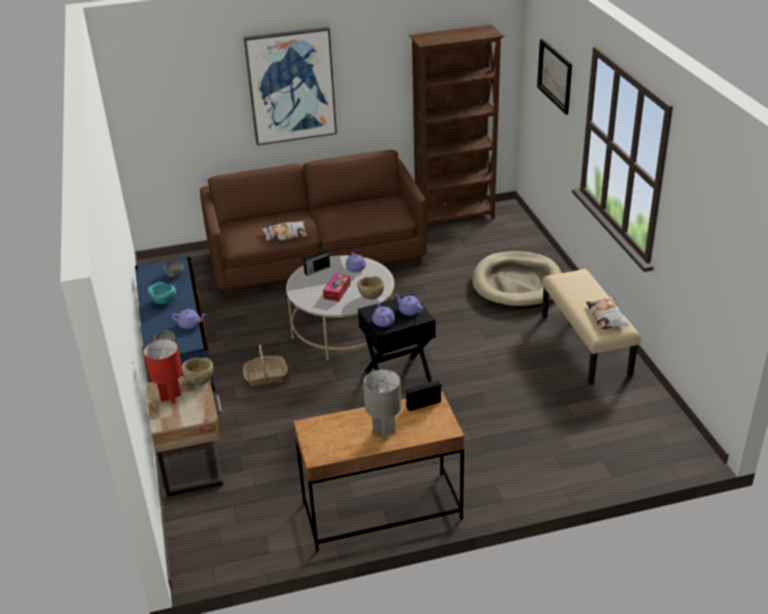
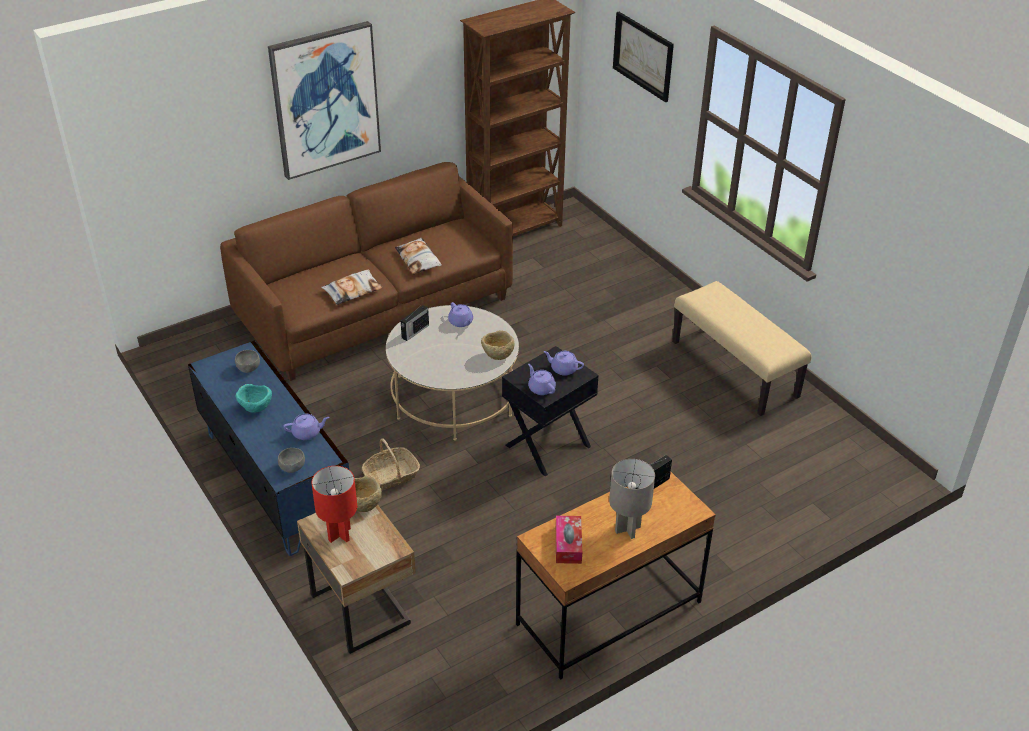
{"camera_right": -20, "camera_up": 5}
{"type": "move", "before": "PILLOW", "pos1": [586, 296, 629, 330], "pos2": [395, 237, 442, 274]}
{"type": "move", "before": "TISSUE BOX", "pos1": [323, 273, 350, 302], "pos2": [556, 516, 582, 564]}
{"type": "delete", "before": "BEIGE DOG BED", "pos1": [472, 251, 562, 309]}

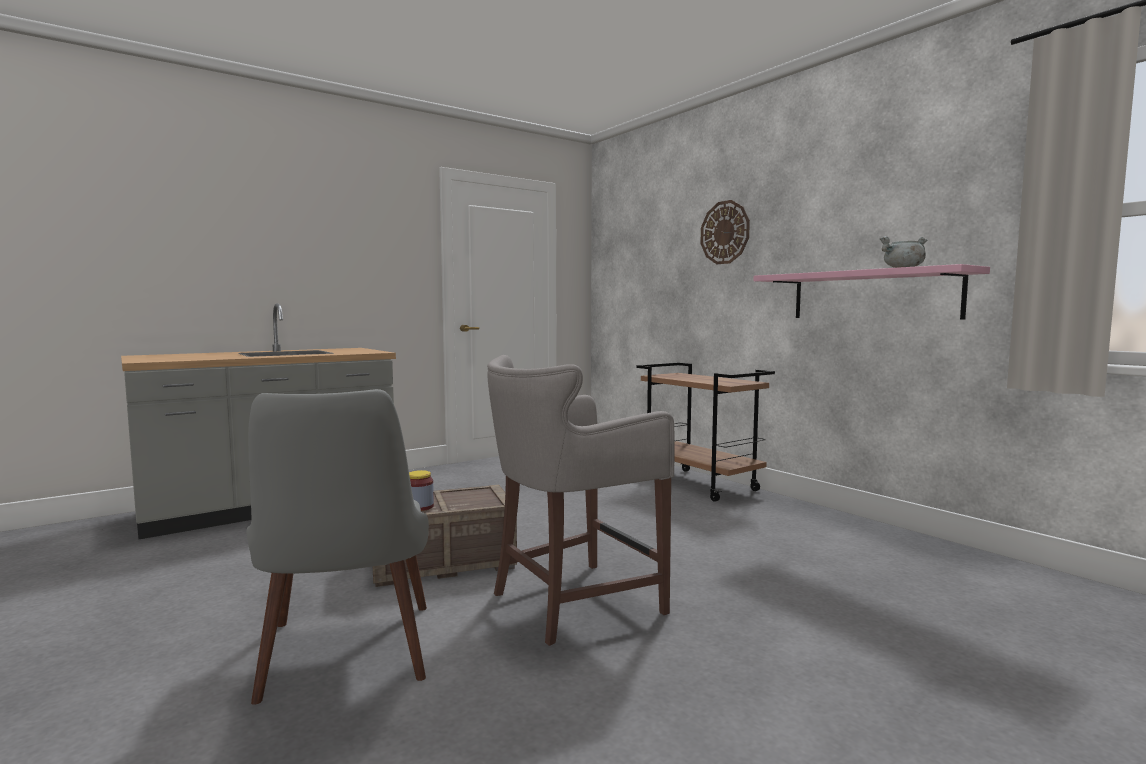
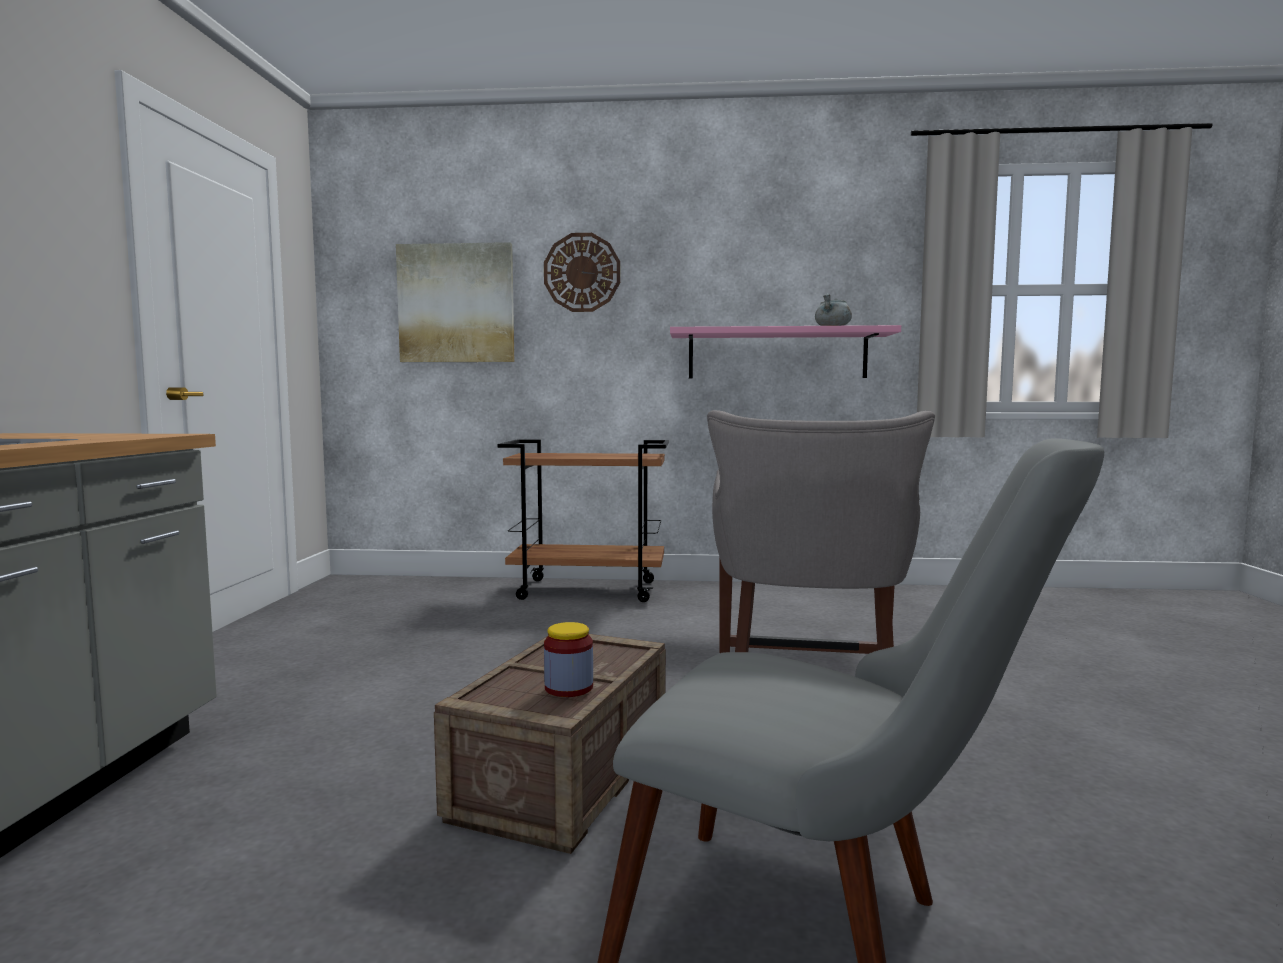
{"camera_right": -50, "camera_up": 0}
{"type": "insert", "after": "PICTURE", "pos2": [396, 242, 514, 362]}

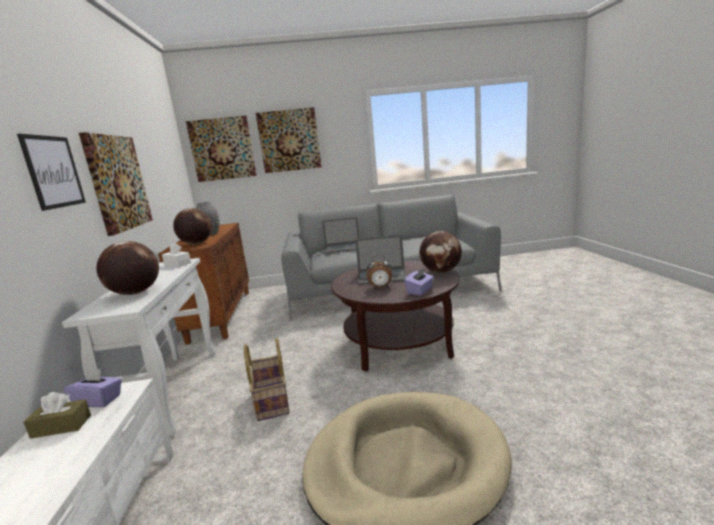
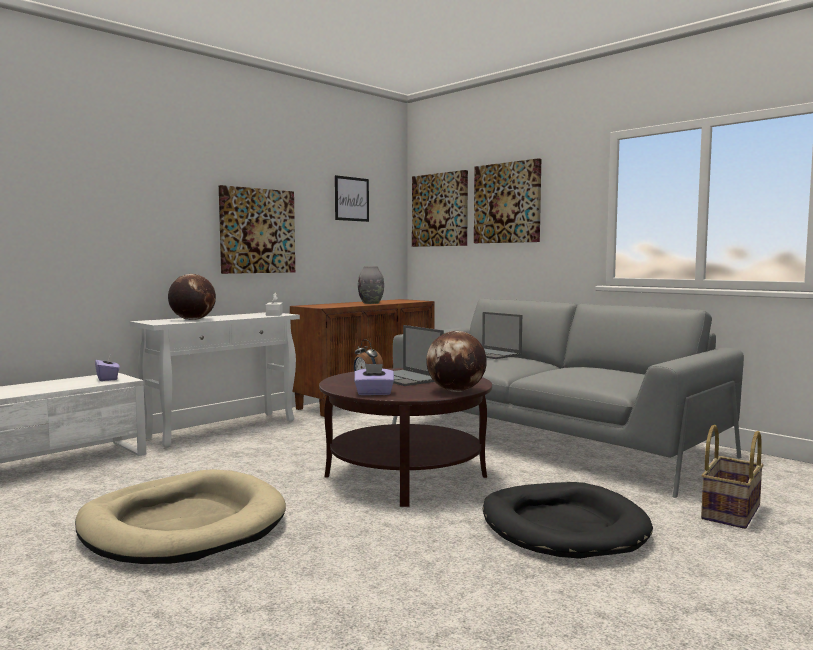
{"camera_right": 50, "camera_up": -10}
{"type": "move", "before": "PICTURE", "pos1": [17, 134, 86, 211], "pos2": [335, 175, 369, 222]}
{"type": "insert", "after": "BLACK DOG BED", "pos2": [483, 482, 653, 559]}
{"type": "move", "before": "BASKET", "pos1": [244, 338, 289, 421], "pos2": [701, 425, 764, 529]}
{"type": "delete", "before": "BROWN TISSUE BOX", "pos1": [24, 392, 91, 439]}
{"type": "delete", "before": "GLOBE", "pos1": [173, 208, 212, 244]}

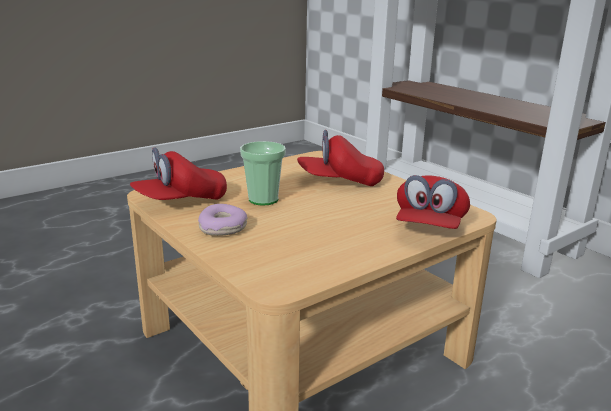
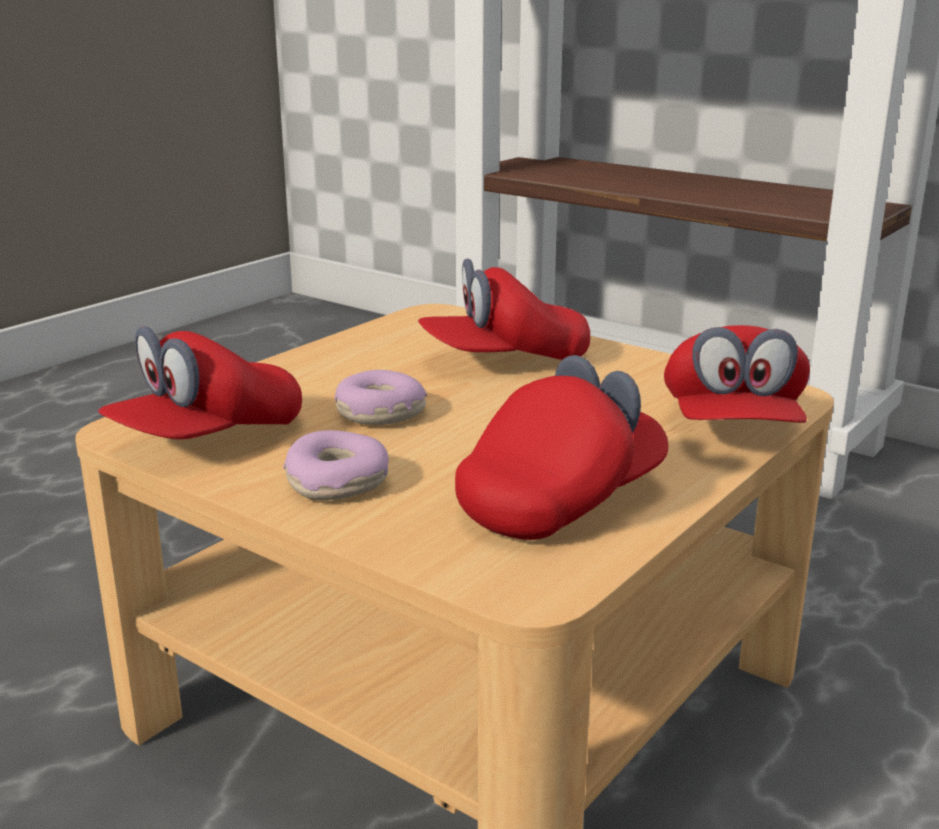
{"camera_right": -15, "camera_up": 0}
{"type": "replace", "before": "CUP", "after": "DONUT", "pos1": [240, 141, 286, 205], "pos2": [335, 370, 427, 425]}
{"type": "insert", "after": "RED CAP", "pos2": [455, 355, 668, 540]}

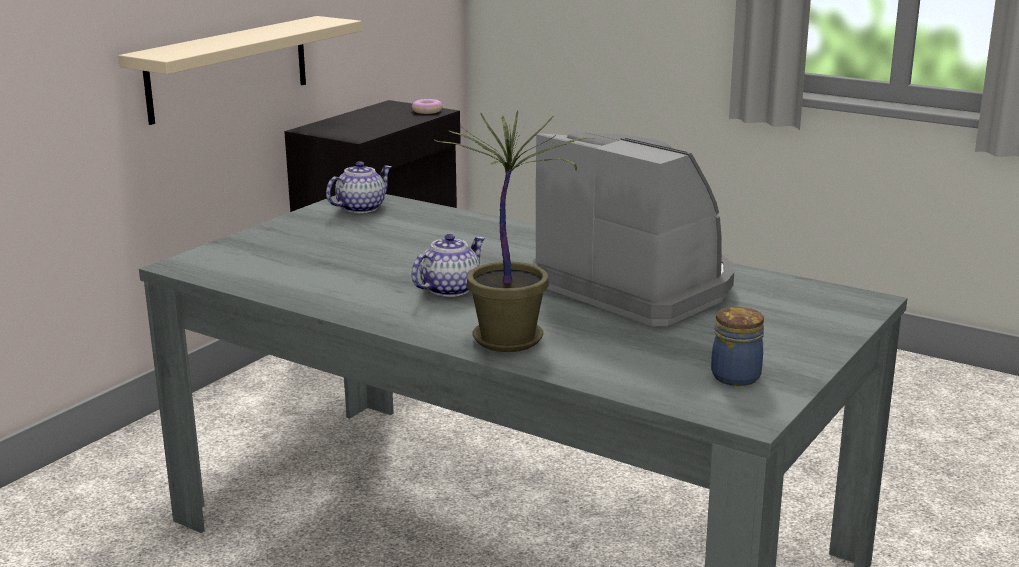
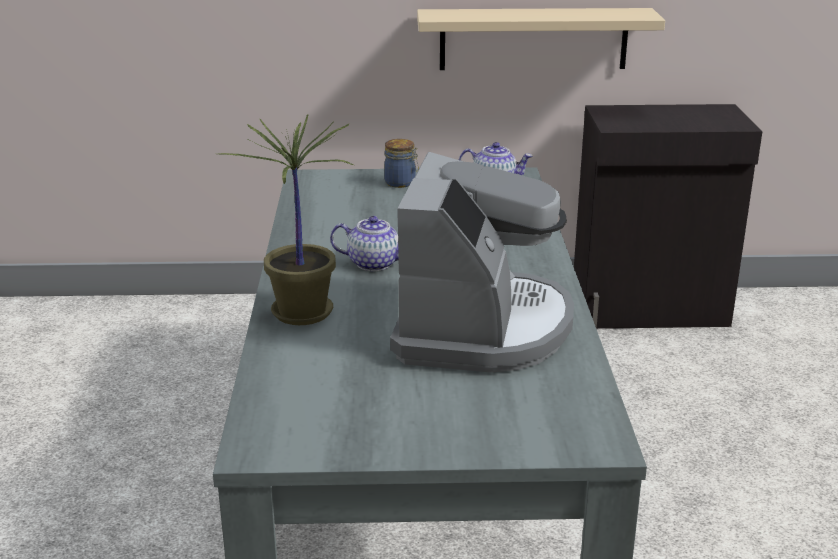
{"camera_right": 55, "camera_up": 5}
{"type": "move", "before": "JAR", "pos1": [711, 307, 764, 386], "pos2": [384, 139, 419, 188]}
{"type": "delete", "before": "DONUT", "pos1": [412, 99, 442, 114]}

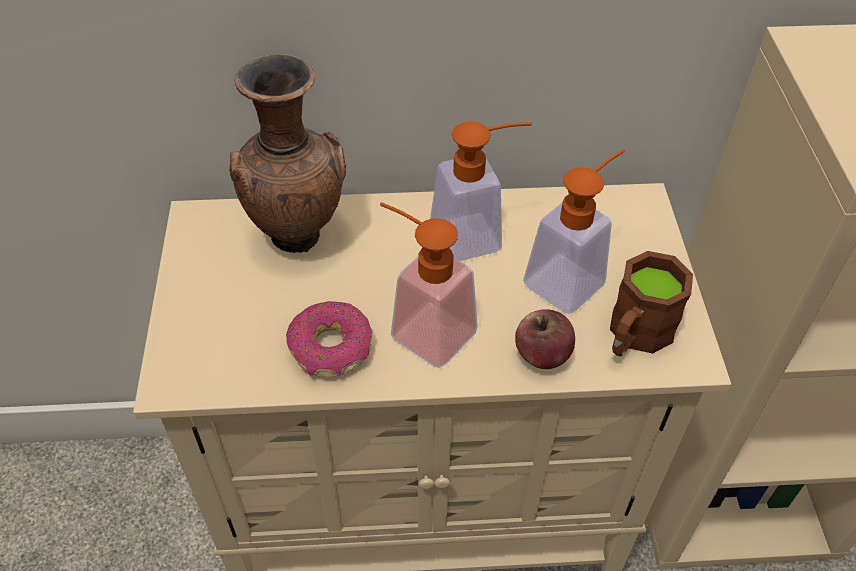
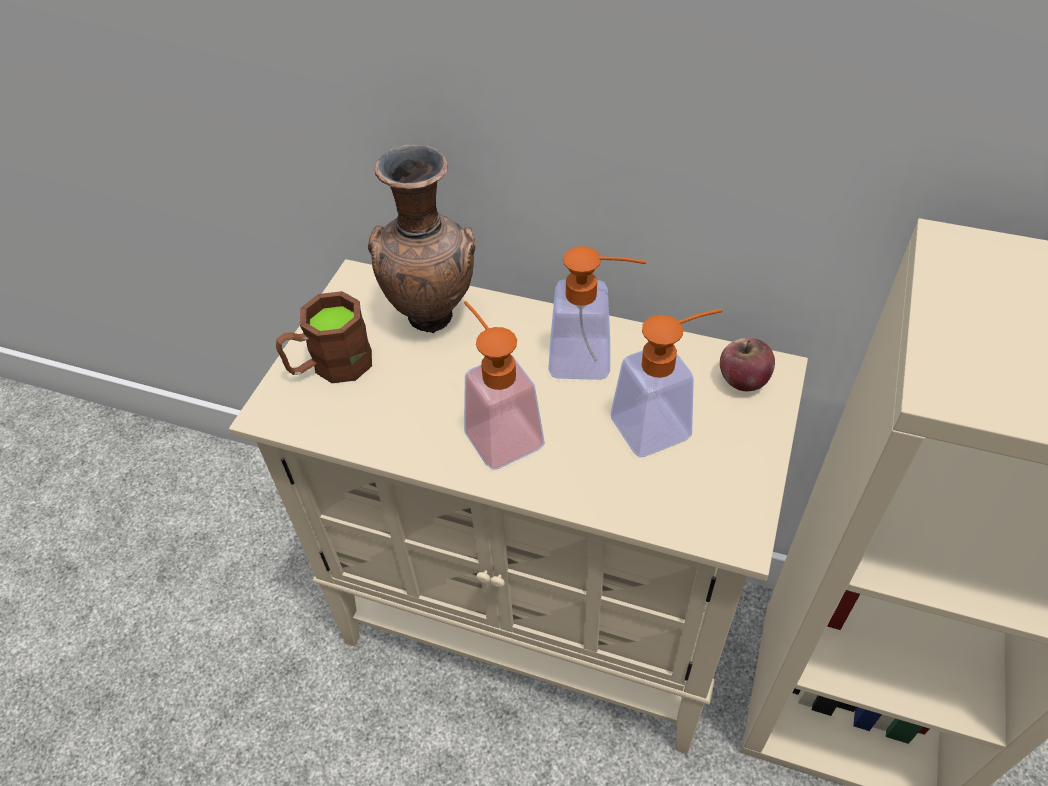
{"camera_right": 25, "camera_up": 0}
{"type": "move", "before": "BROWN MUG", "pos1": [610, 251, 693, 356], "pos2": [276, 291, 372, 383]}
{"type": "move", "before": "APPLE", "pos1": [515, 309, 575, 369], "pos2": [720, 338, 775, 391]}
{"type": "delete", "before": "DONUT", "pos1": [286, 301, 372, 377]}

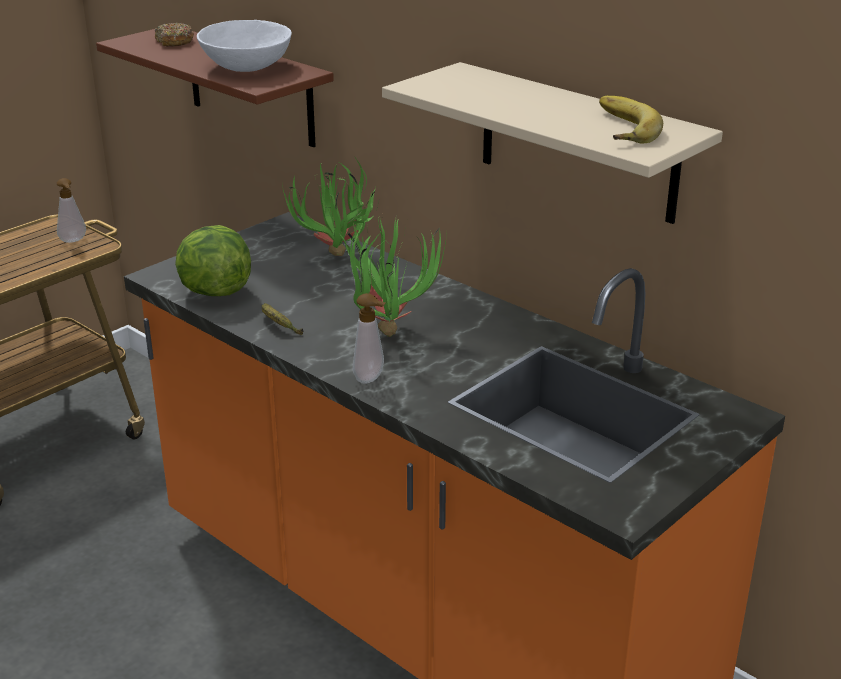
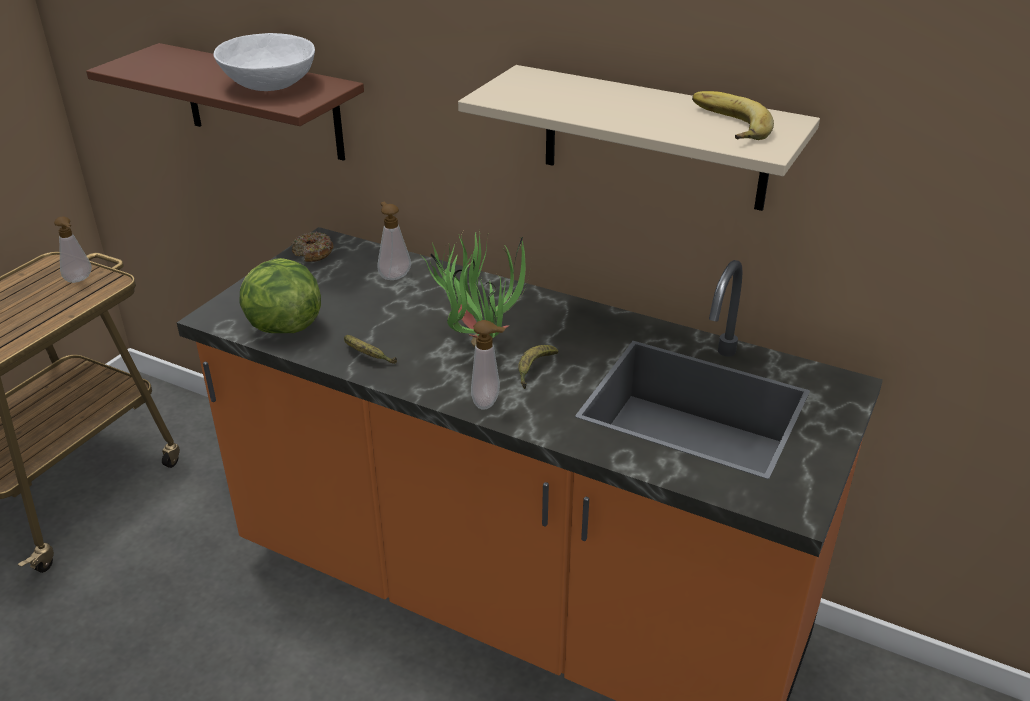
{"camera_right": -15, "camera_up": 5}
{"type": "move", "before": "DONUT", "pos1": [155, 23, 194, 47], "pos2": [292, 232, 333, 262]}
{"type": "replace", "before": "POTTED PLANT", "after": "SOAP DISPENSER", "pos1": [282, 156, 378, 256], "pos2": [377, 202, 411, 280]}
{"type": "insert", "after": "BANANA", "pos2": [518, 345, 559, 389]}

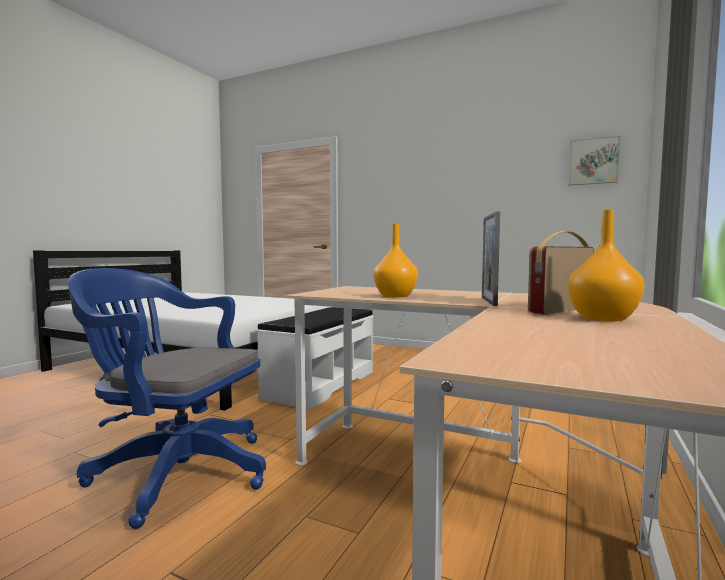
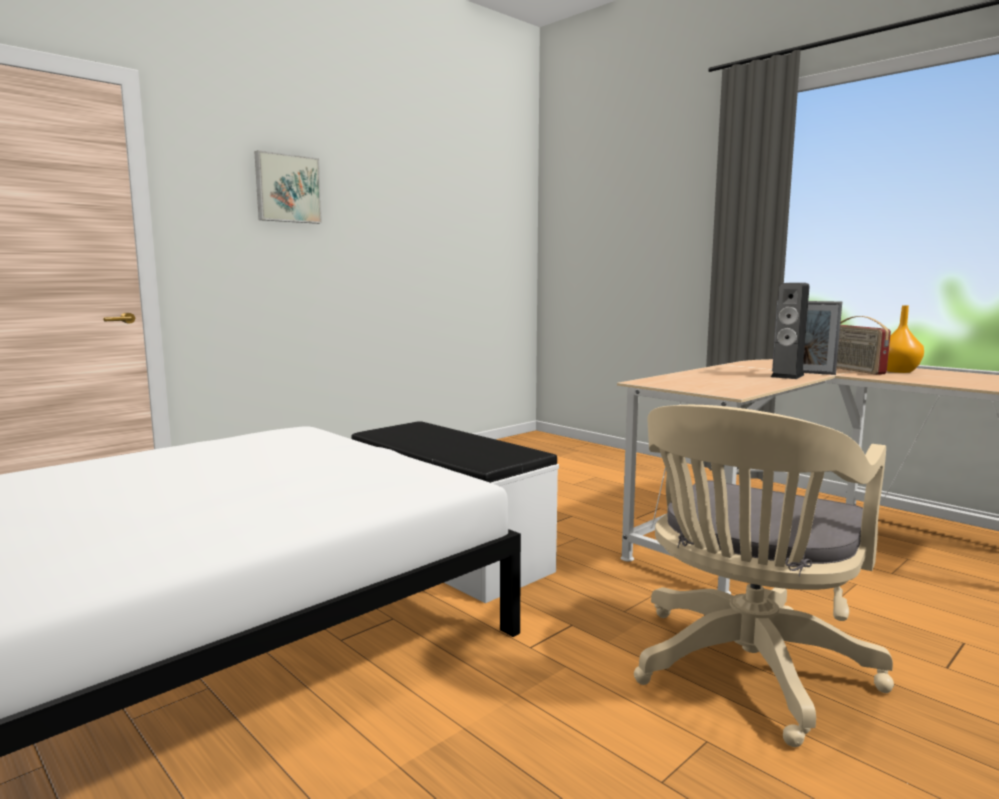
{"camera_right": -70, "camera_up": 5}
{"type": "move", "before": "PICTURE", "pos1": [568, 136, 620, 185], "pos2": [254, 150, 322, 224]}
{"type": "recolor", "before": "BLUE OFFICE CHAIR", "after": "BEIGE OFFICE CHAIR", "pos1": [68, 268, 266, 529], "pos2": [634, 405, 894, 747]}
{"type": "insert", "after": "SPEAKER", "pos2": [771, 283, 810, 379]}
{"type": "delete", "before": "ORANGE VASE", "pos1": [374, 224, 418, 298]}

